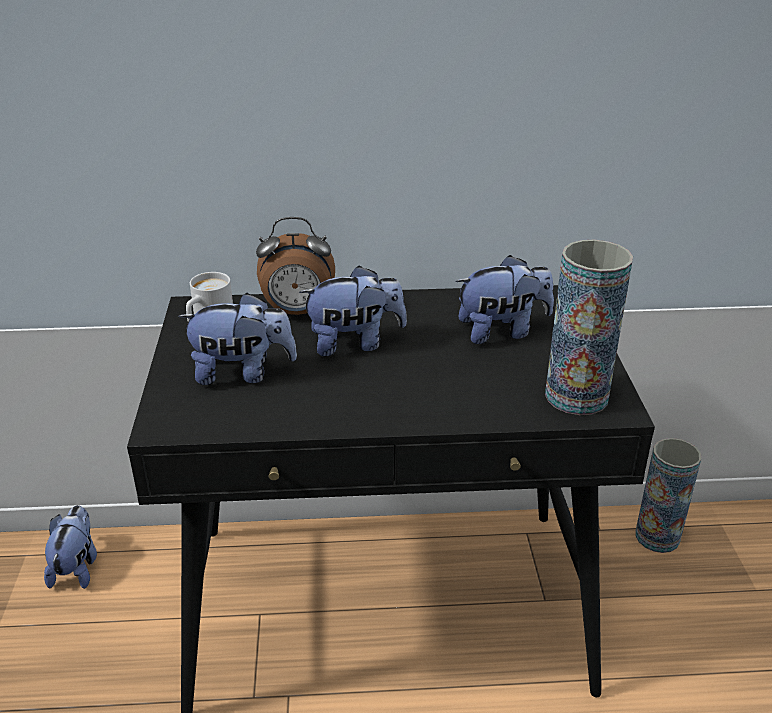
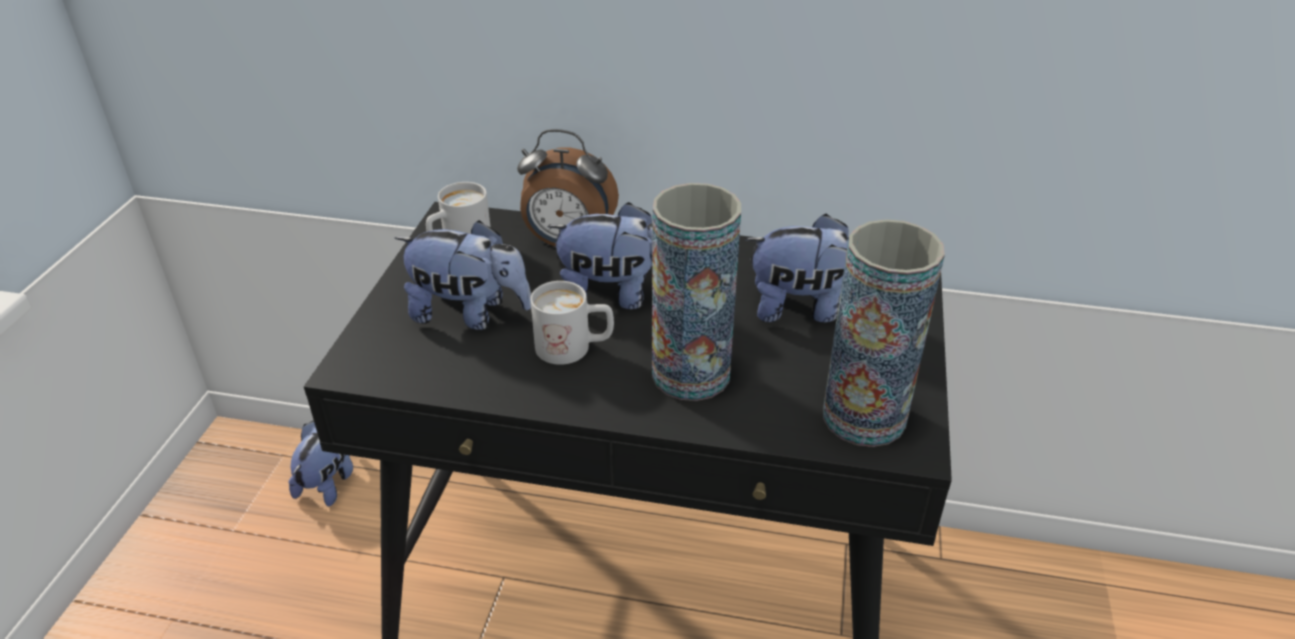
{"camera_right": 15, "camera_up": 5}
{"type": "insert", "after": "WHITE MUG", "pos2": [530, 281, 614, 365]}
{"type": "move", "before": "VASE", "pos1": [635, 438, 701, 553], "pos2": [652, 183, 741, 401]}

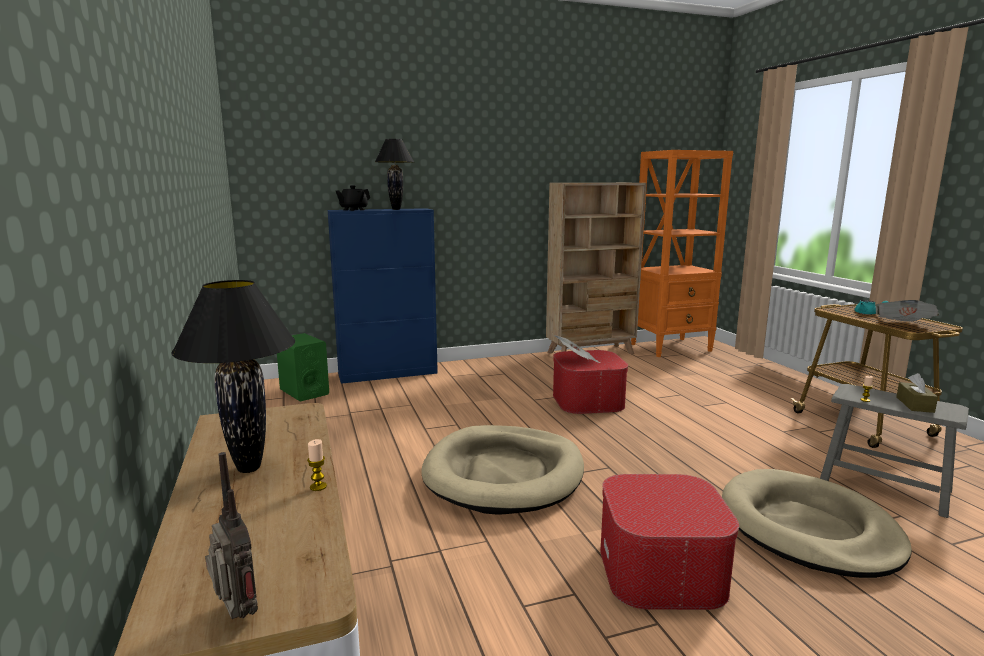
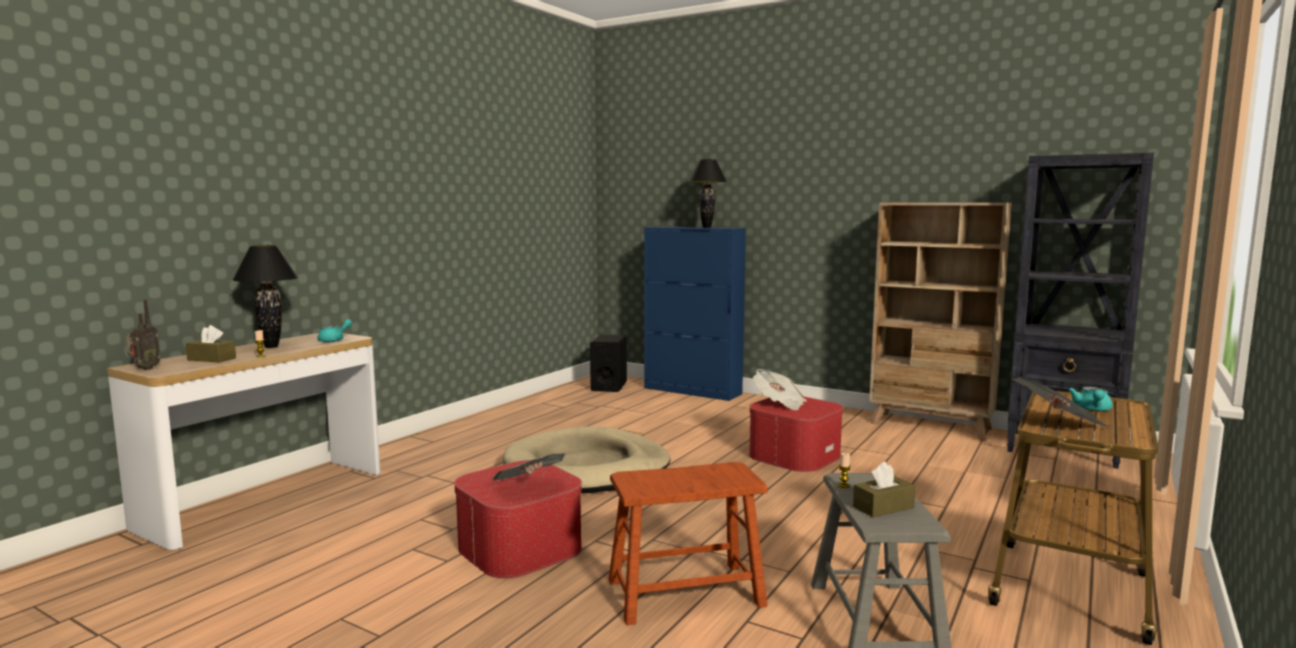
{"camera_right": 50, "camera_up": -5}
{"type": "insert", "after": "BROWN TISSUE BOX", "pos2": [185, 325, 236, 362]}
{"type": "insert", "after": "TURQUOISE TEAPOT", "pos2": [317, 319, 352, 342]}
{"type": "insert", "after": "NEWSPAPER", "pos2": [492, 453, 565, 481]}
{"type": "recolor", "before": "GREEN SPEAKER", "after": "BLACK SPEAKER", "pos1": [277, 333, 329, 402], "pos2": [590, 335, 627, 392]}
{"type": "replace", "before": "BEIGE DOG BED", "after": "BROWN STOOL", "pos1": [722, 469, 912, 578], "pos2": [609, 462, 768, 625]}
{"type": "recolor", "before": "ORANGE BOOKCASE", "after": "BLACK BOOKCASE", "pos1": [631, 150, 733, 357], "pos2": [1007, 153, 1154, 469]}
{"type": "delete", "before": "BLACK TEAPOT", "pos1": [336, 185, 370, 211]}

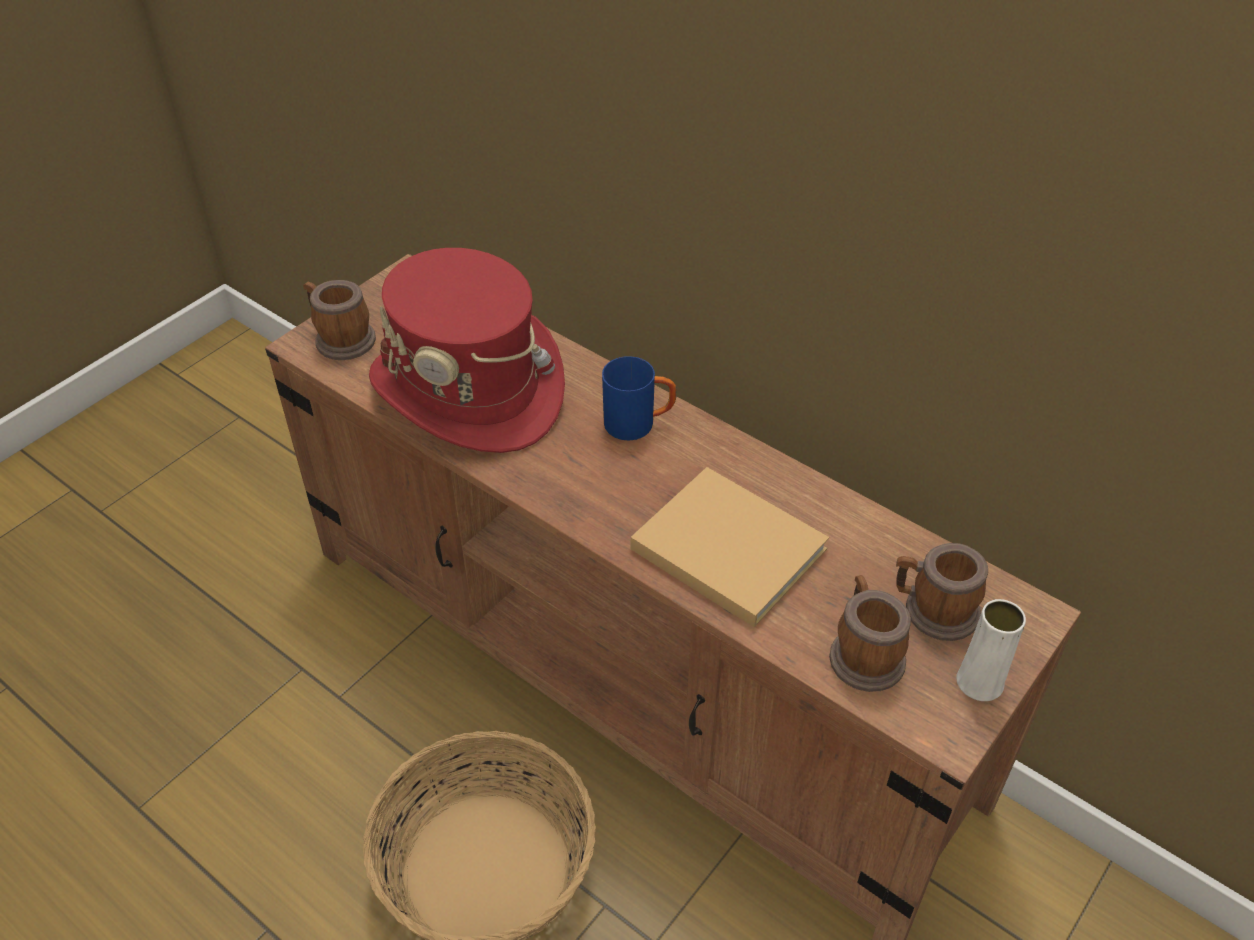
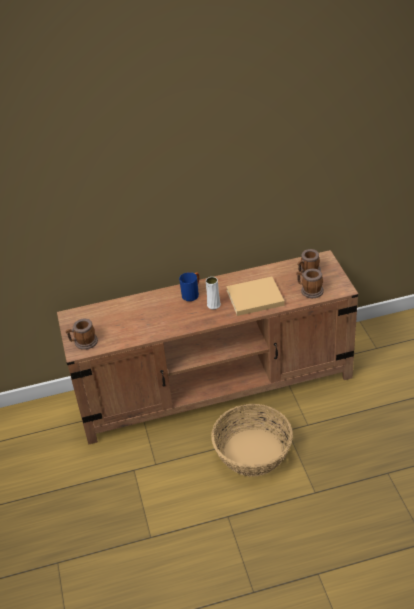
{"camera_right": -50, "camera_up": -5}
{"type": "move", "before": "WHITE VASE", "pos1": [956, 599, 1026, 701], "pos2": [206, 277, 221, 309]}
{"type": "delete", "before": "RED HAT", "pos1": [369, 248, 565, 453]}

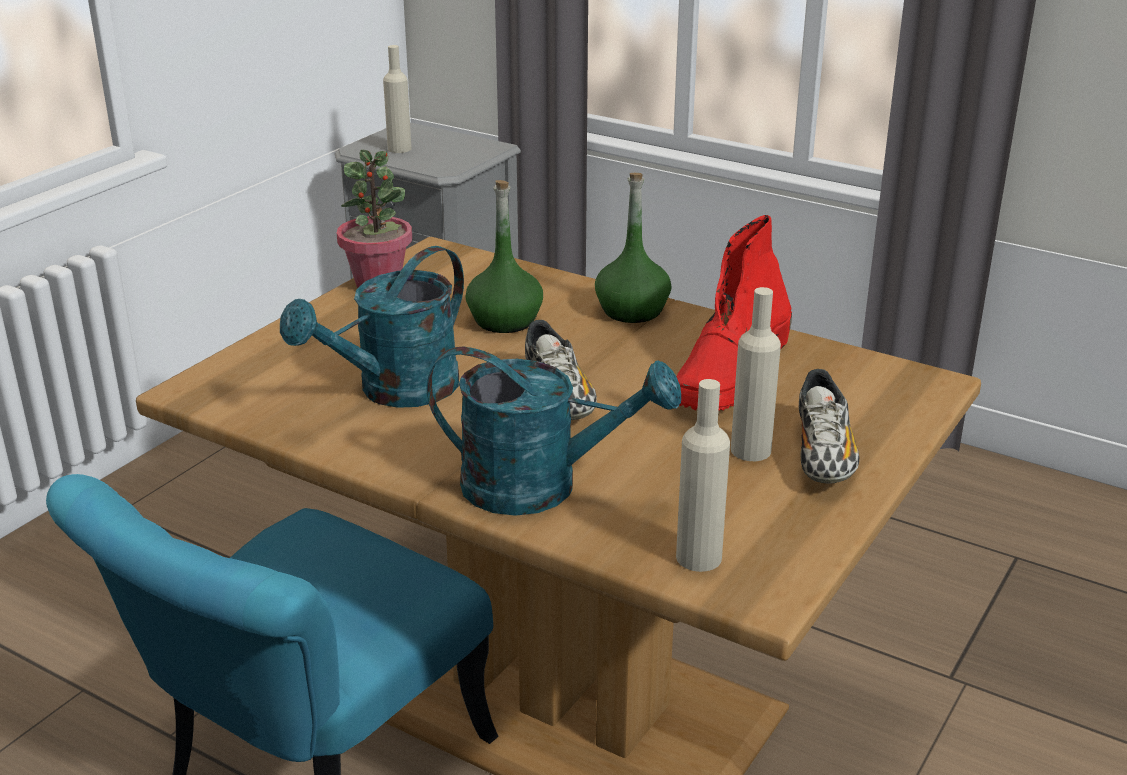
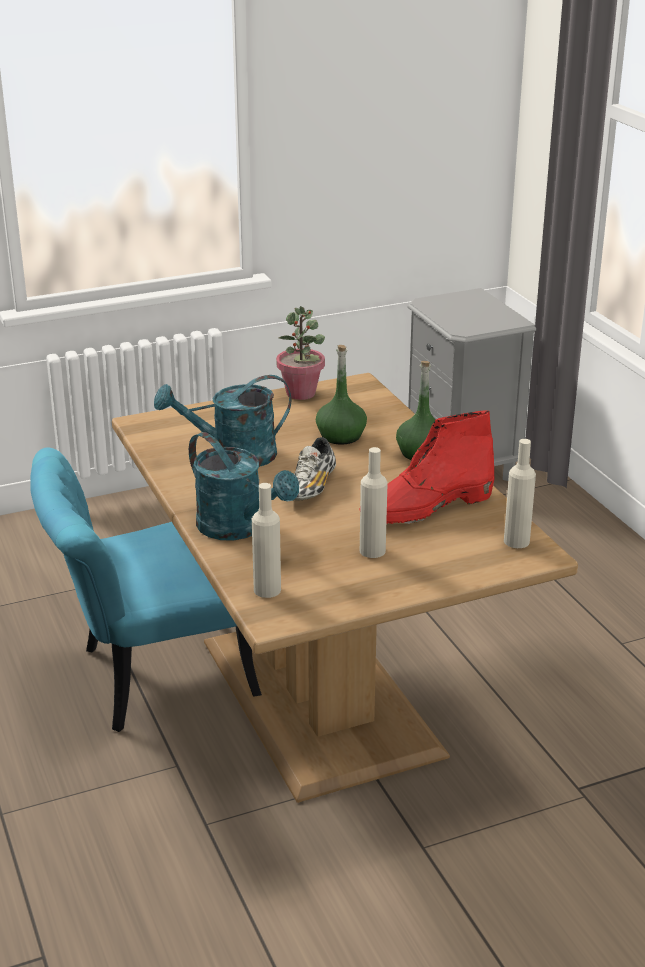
{"camera_right": 35, "camera_up": 0}
{"type": "move", "before": "BEIGE BOTTLE", "pos1": [383, 45, 411, 153], "pos2": [504, 439, 536, 548]}
{"type": "delete", "before": "SHOE", "pos1": [799, 369, 859, 484]}

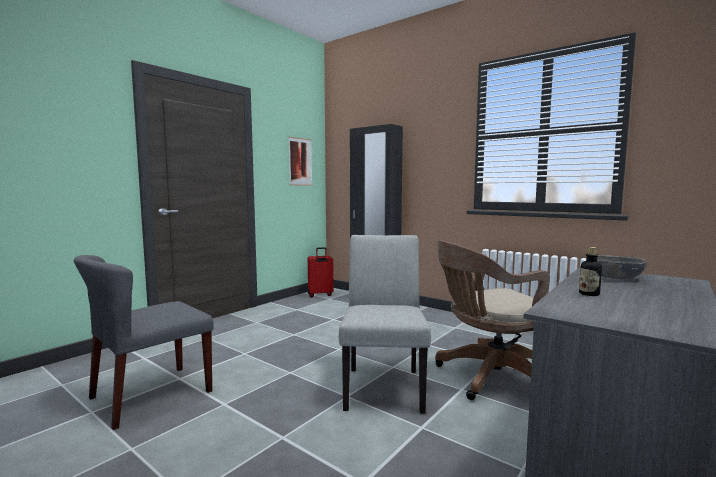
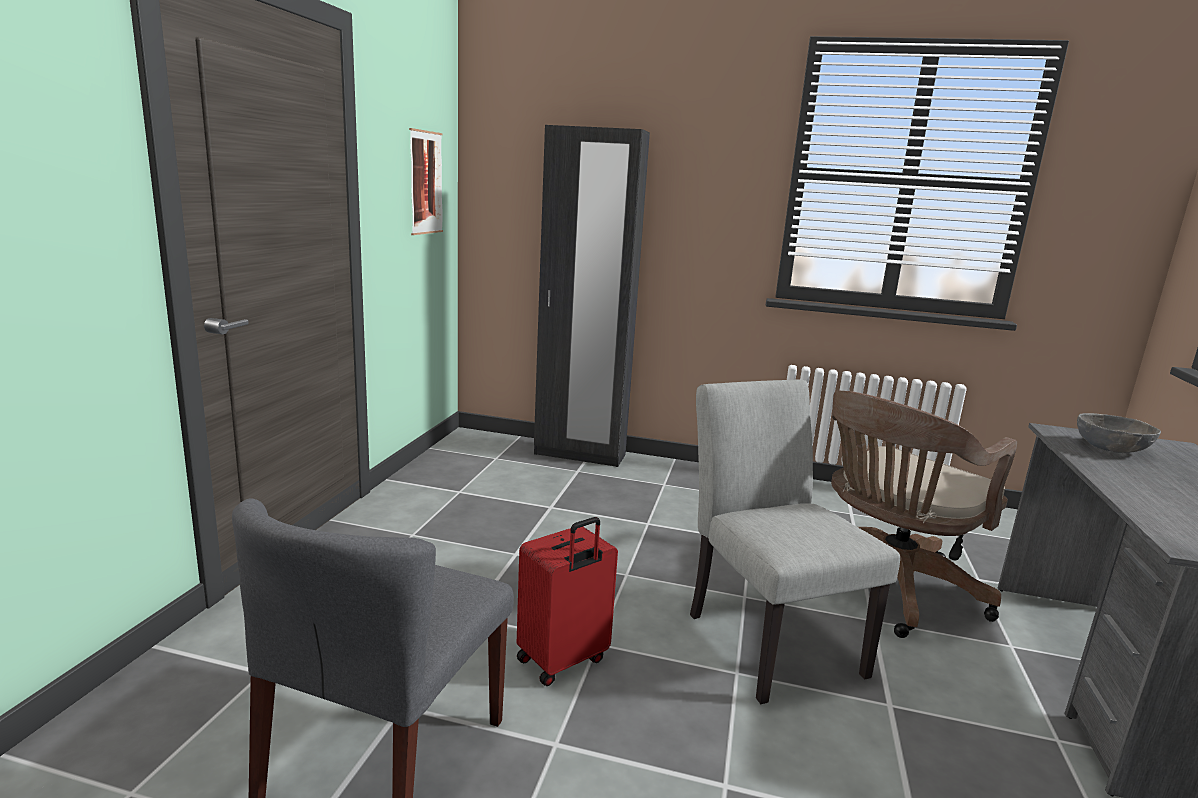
{"camera_right": -25, "camera_up": 10}
{"type": "move", "before": "RED SUITCASE", "pos1": [308, 247, 334, 298], "pos2": [517, 517, 618, 686]}
{"type": "delete", "before": "BOTTLE", "pos1": [579, 247, 602, 296]}

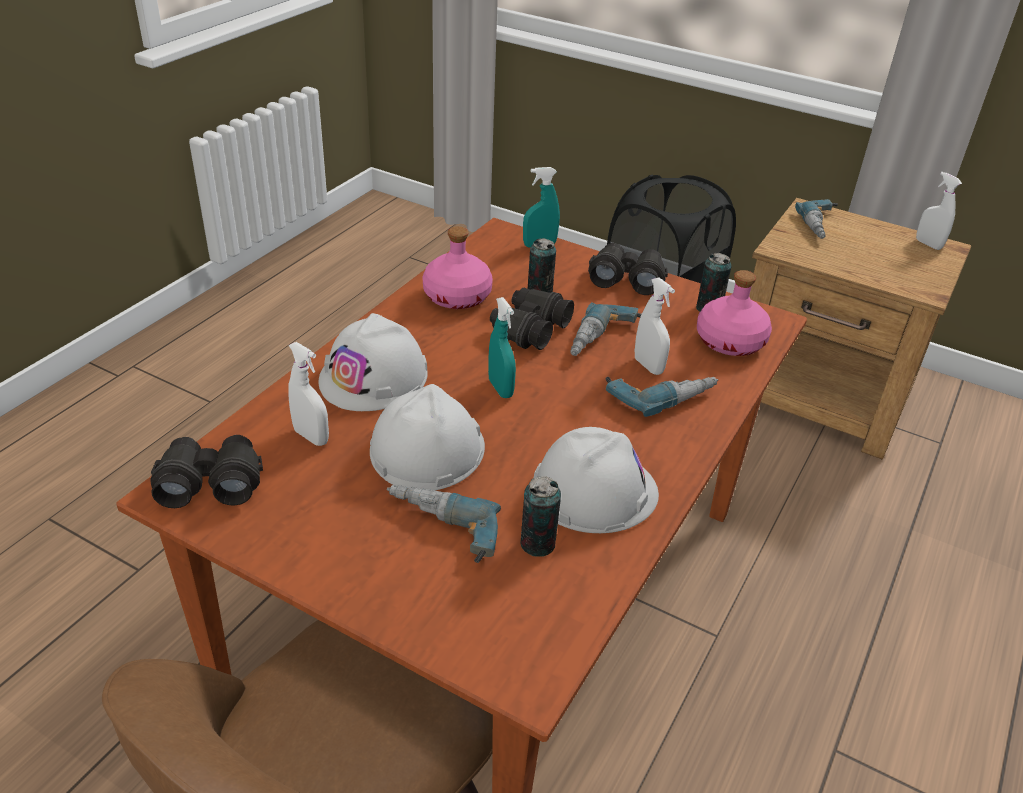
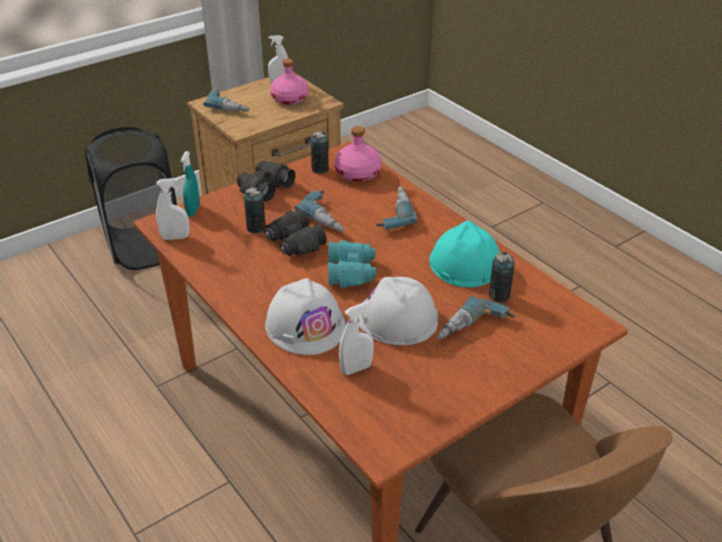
{"camera_right": -65, "camera_up": 0}
{"type": "move", "before": "WHITE SPRAY BOTTLE", "pos1": [635, 277, 675, 375], "pos2": [156, 178, 189, 240]}
{"type": "move", "before": "PINK BOTTLE", "pos1": [422, 226, 493, 309], "pos2": [270, 59, 309, 105]}
{"type": "replace", "before": "TURQUOISE SPRAY BOTTLE", "after": "TURQUOISE BINOCULARS", "pos1": [488, 297, 516, 398], "pos2": [328, 240, 377, 288]}
{"type": "recolor", "before": "WHITE HARD HAT", "after": "TURQUOISE HARD HAT", "pos1": [534, 427, 659, 533], "pos2": [429, 221, 500, 288]}
{"type": "delete", "before": "BLACK BINOCULARS", "pos1": [151, 435, 263, 508]}

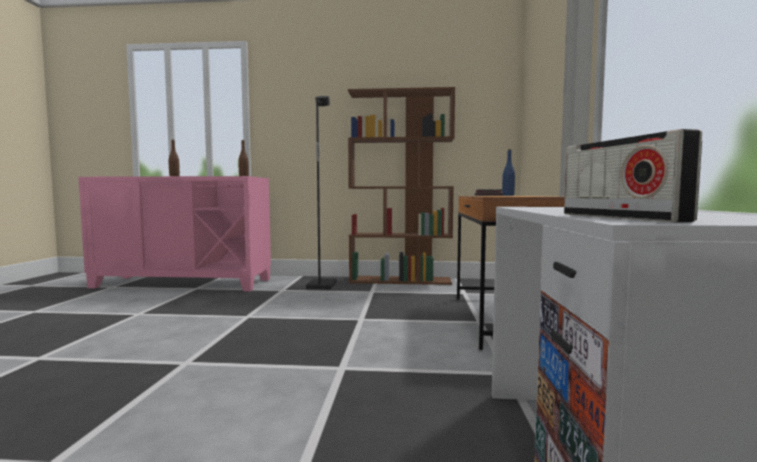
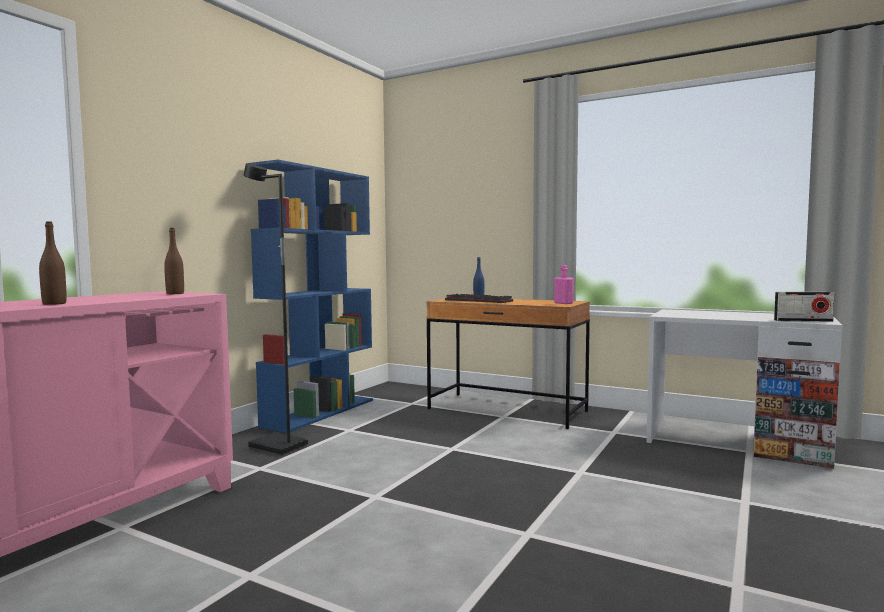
{"camera_right": -65, "camera_up": 0}
{"type": "recolor", "before": "BROWN BOOKCASE", "after": "BLUE BOOKCASE", "pos1": [348, 87, 455, 285], "pos2": [250, 160, 373, 433]}
{"type": "insert", "after": "PINK BOTTLE", "pos2": [554, 265, 574, 304]}

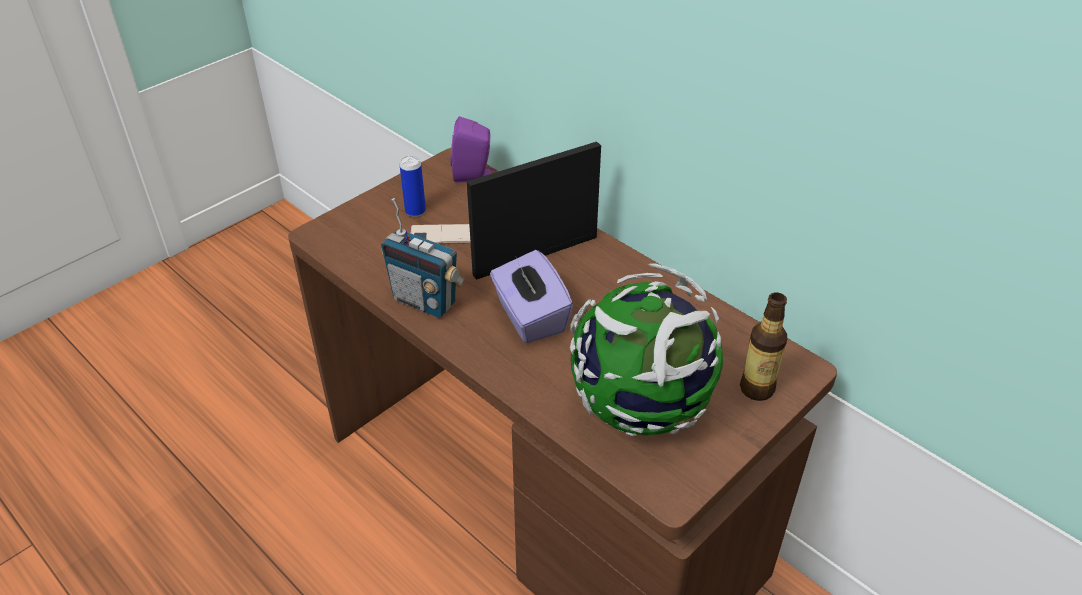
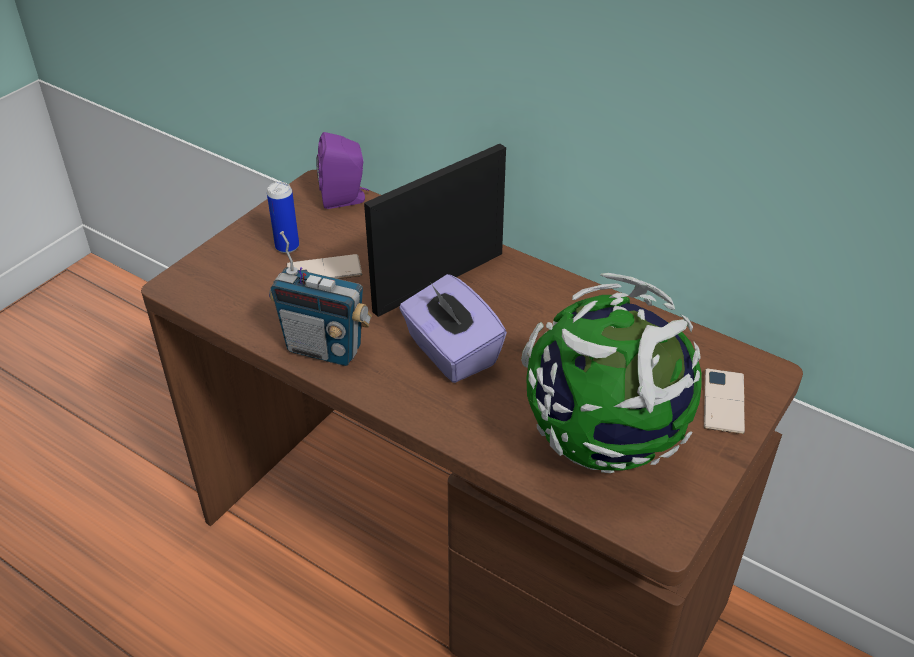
{"camera_right": -10, "camera_up": 0}
{"type": "replace", "before": "BOTTLE", "after": "PHONE", "pos1": [740, 292, 787, 401], "pos2": [704, 368, 745, 434]}

